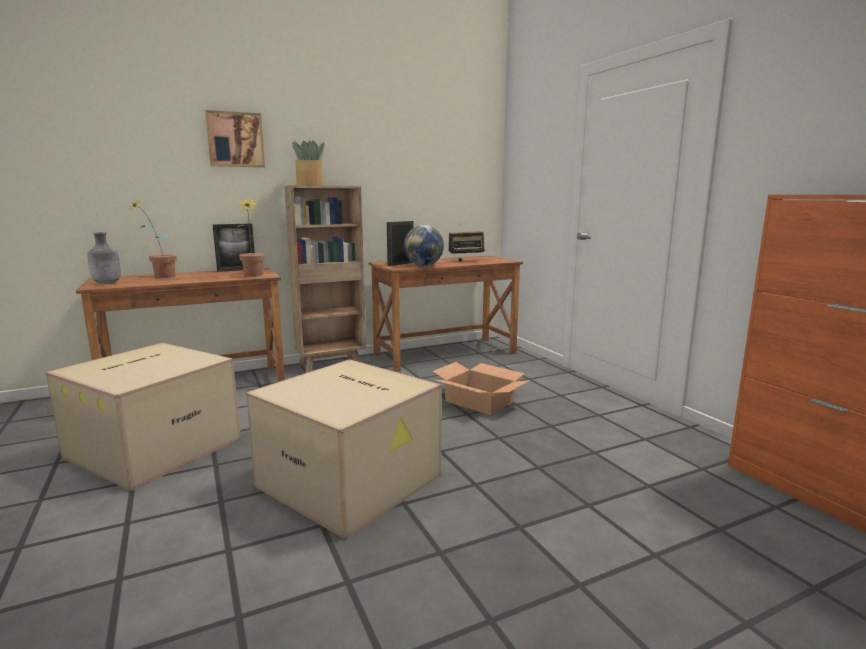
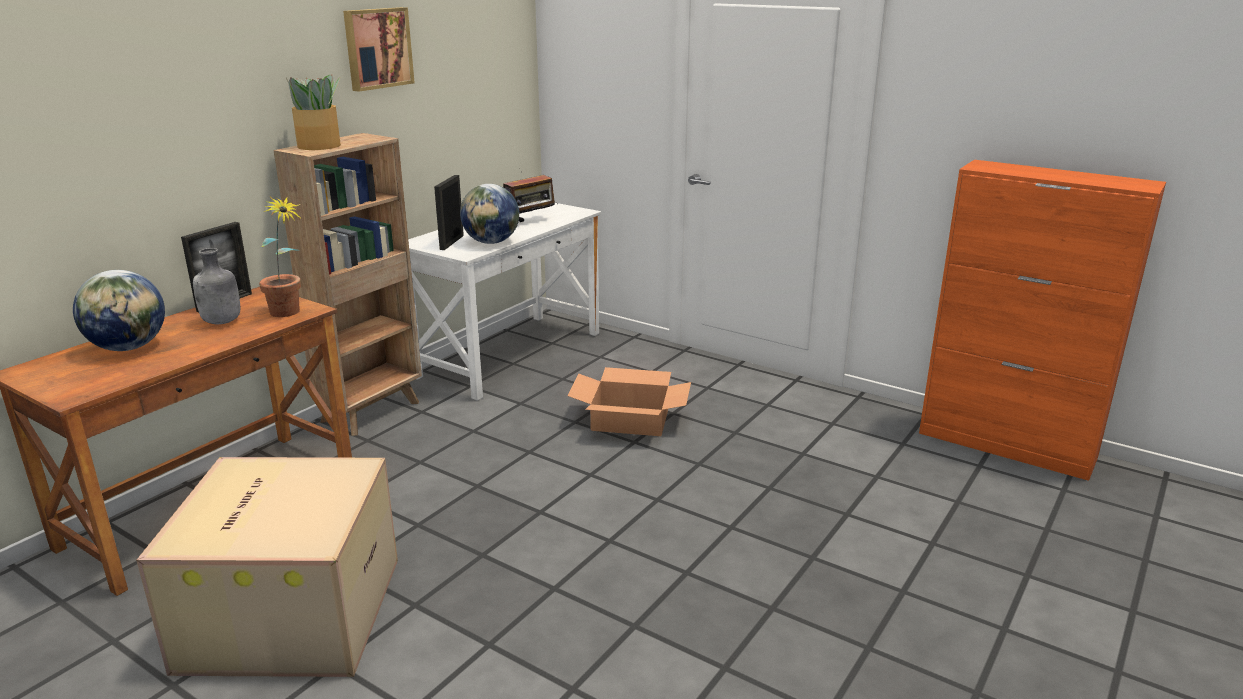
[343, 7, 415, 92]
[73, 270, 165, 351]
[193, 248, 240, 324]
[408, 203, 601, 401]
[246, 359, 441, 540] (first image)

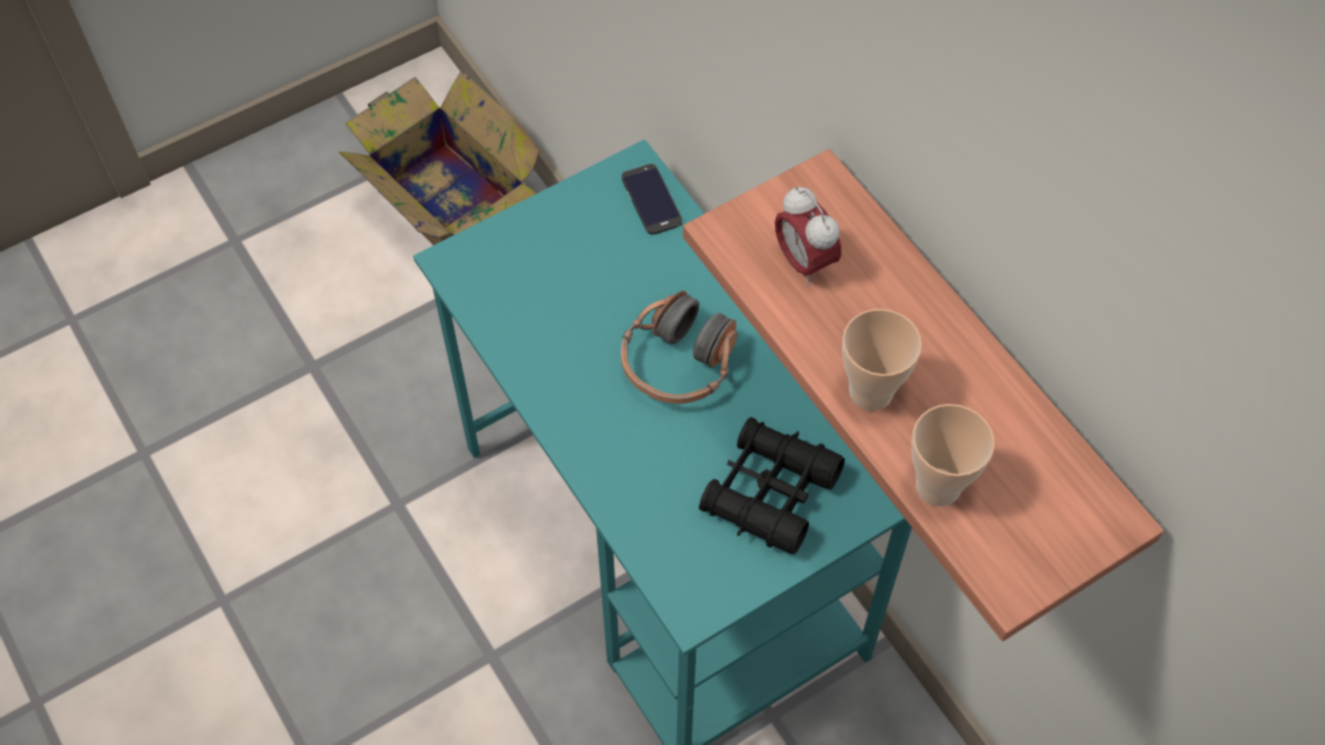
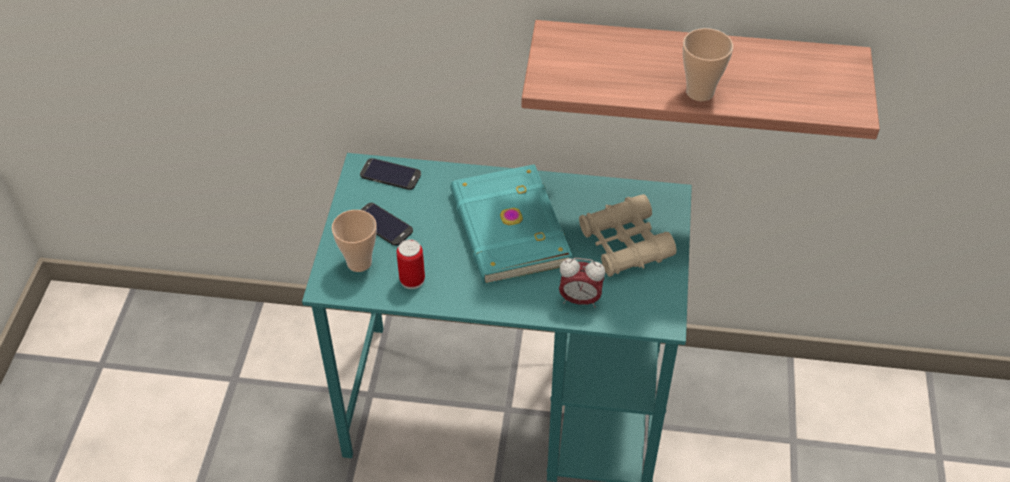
[339, 70, 540, 245] (first image)
[559, 258, 605, 308]
[450, 164, 572, 285]
[332, 210, 377, 272]
[579, 194, 677, 277]
[360, 203, 413, 246]
[396, 239, 425, 289]

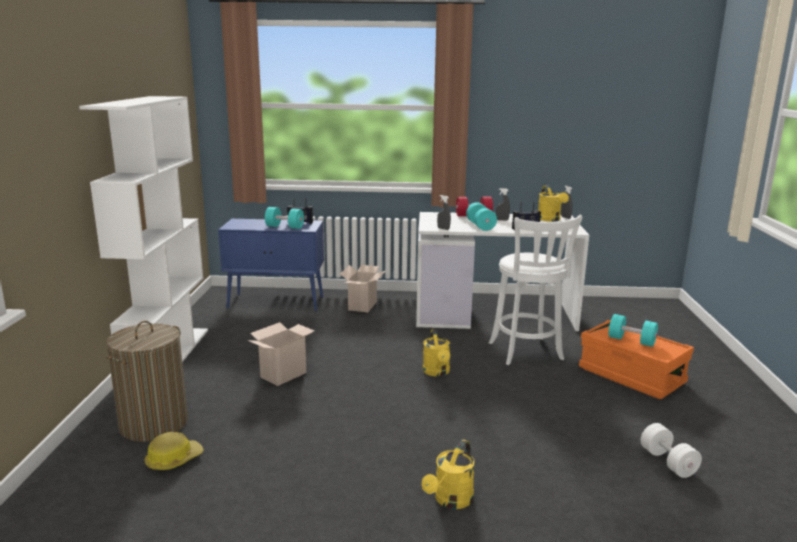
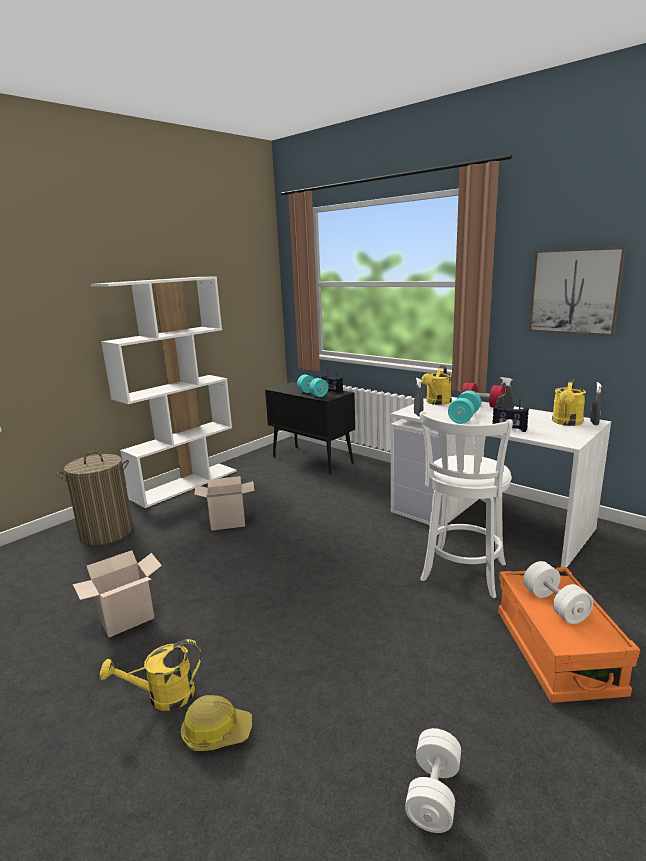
[265, 382, 355, 475]
[73, 550, 162, 637]
[523, 561, 594, 624]
[421, 365, 451, 405]
[181, 695, 252, 751]
[529, 247, 626, 336]

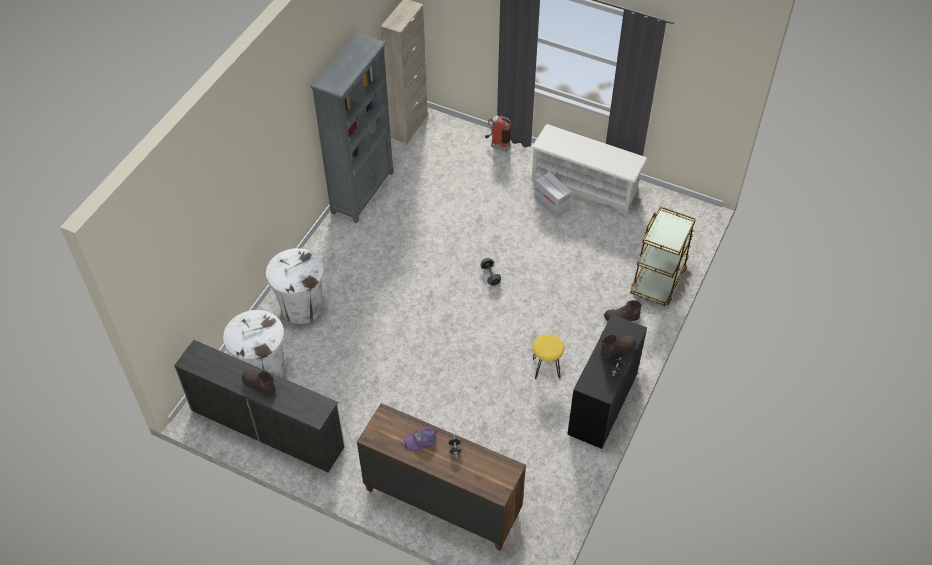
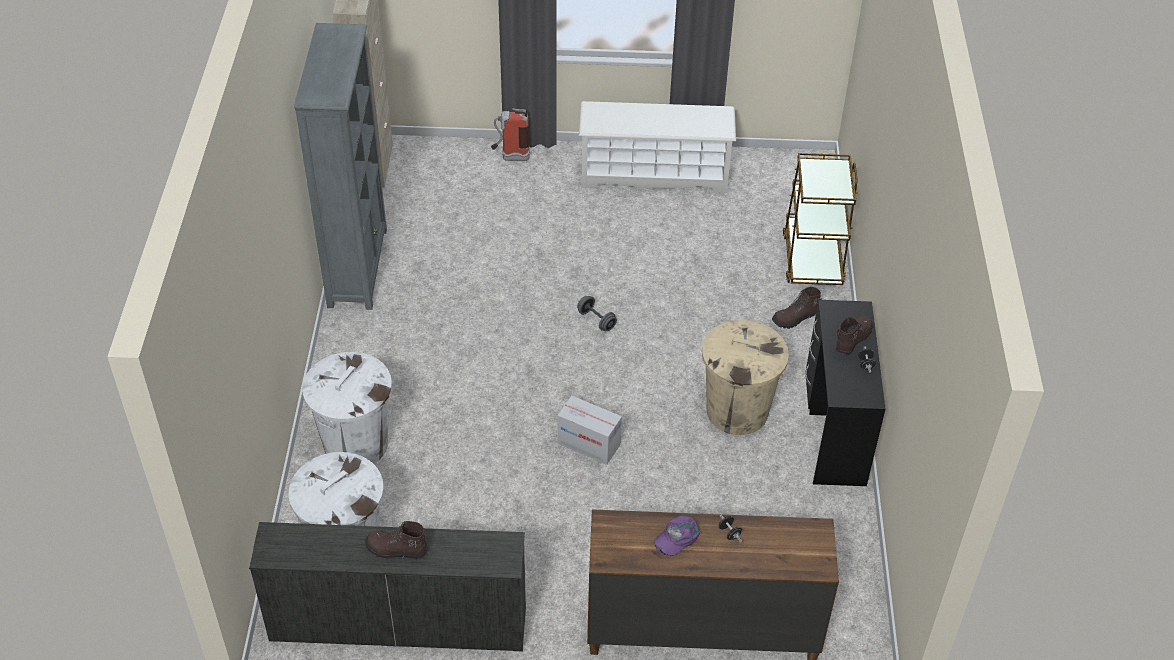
[557, 396, 622, 465]
[702, 320, 789, 435]

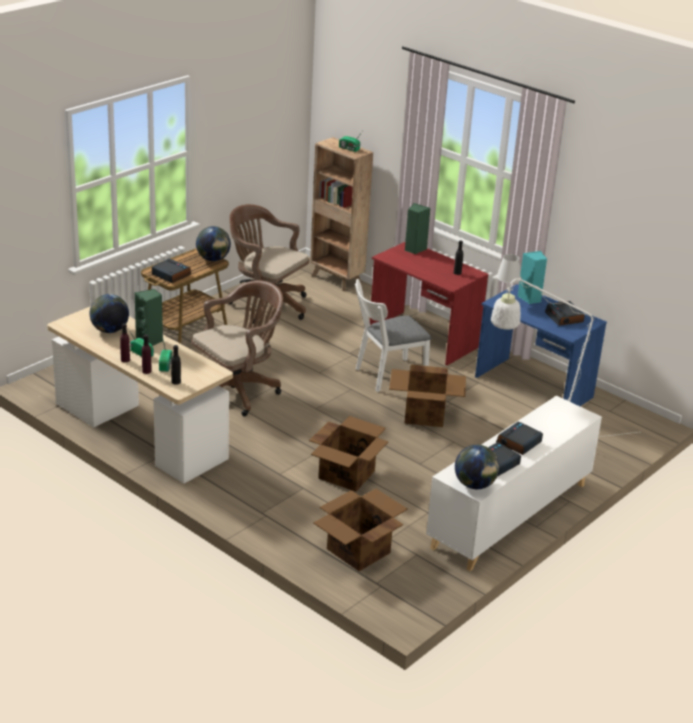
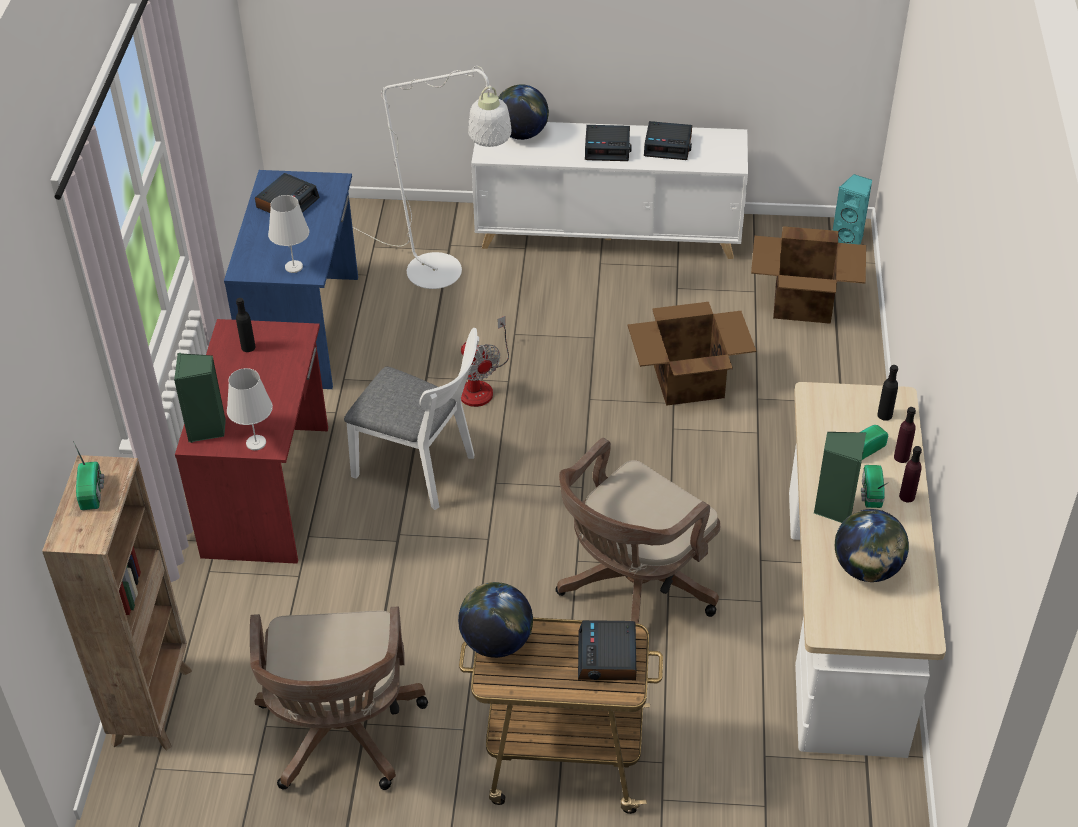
[832, 174, 872, 245]
[556, 438, 721, 624]
[461, 316, 509, 407]
[498, 84, 549, 140]
[227, 368, 273, 450]

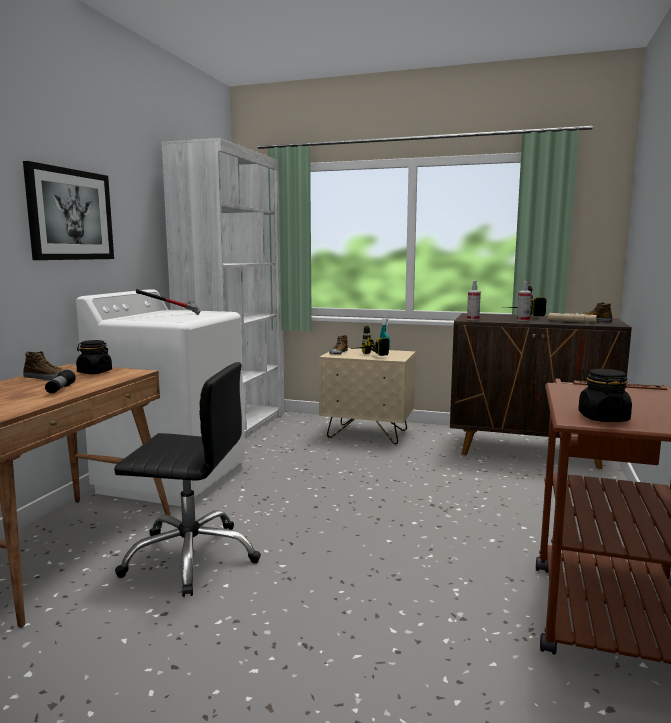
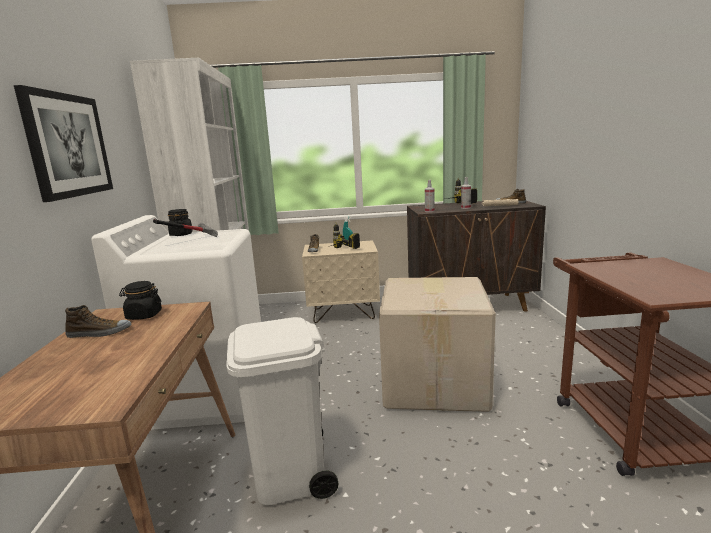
[226, 317, 339, 505]
[168, 209, 192, 236]
[45, 370, 76, 394] (first image)
[379, 277, 496, 412]

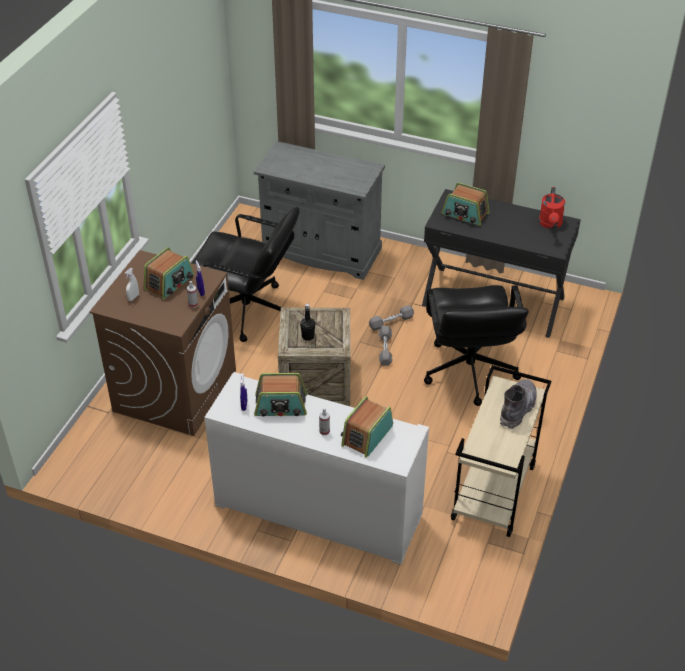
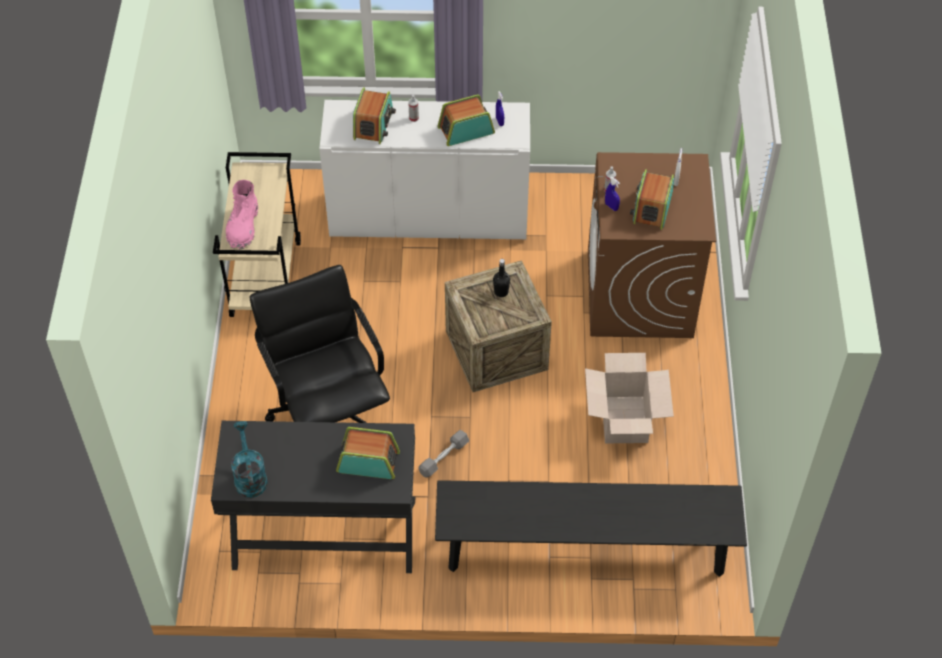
[435, 480, 747, 577]
[231, 421, 268, 498]
[585, 353, 674, 443]
[379, 326, 392, 366] (first image)
[226, 180, 258, 250]

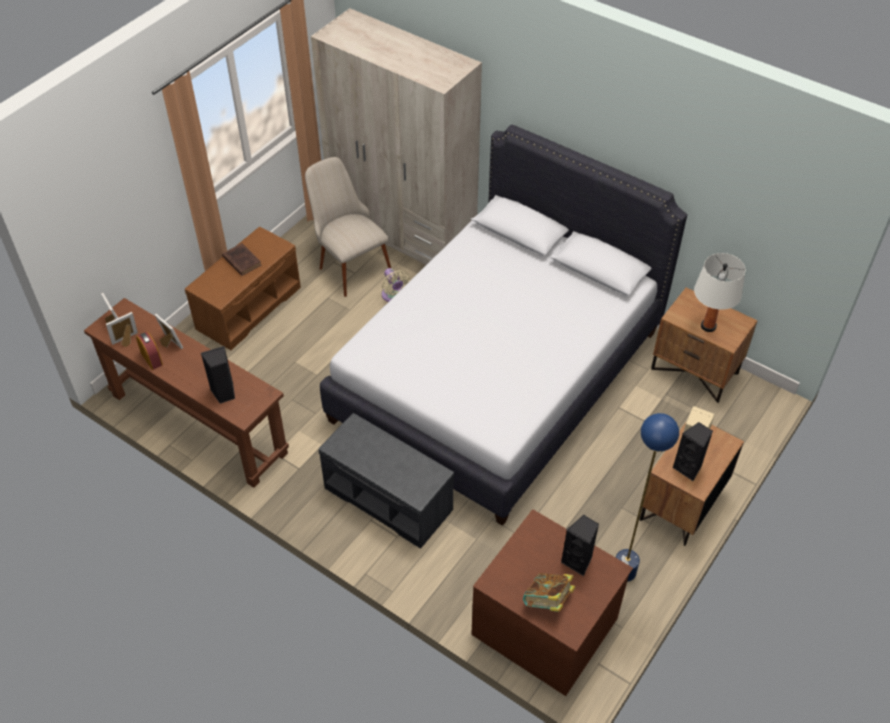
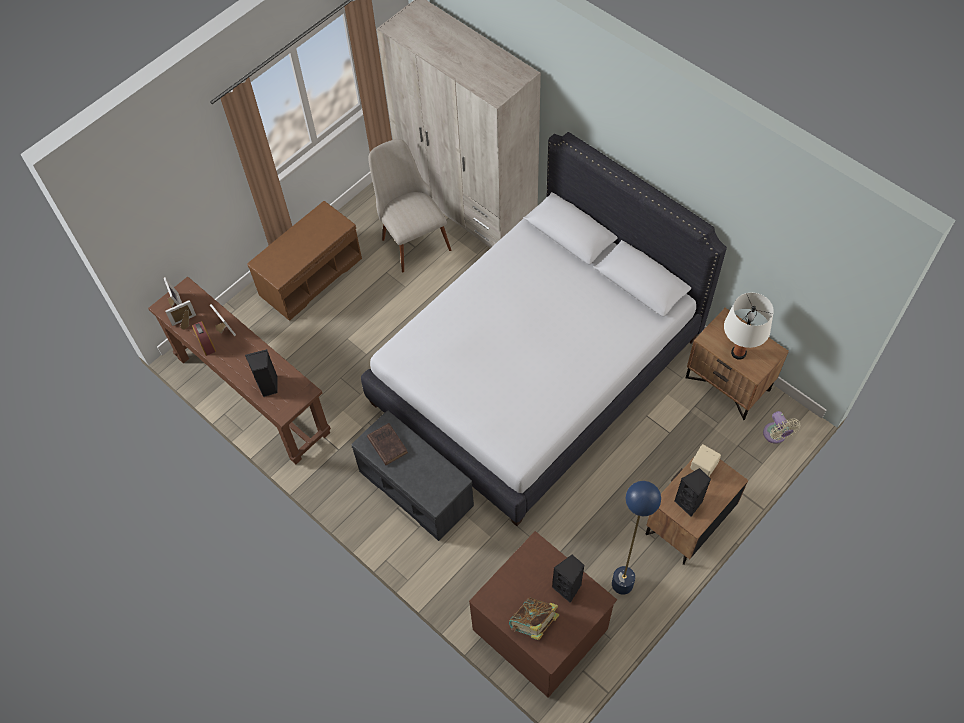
[367, 423, 408, 465]
[763, 411, 801, 444]

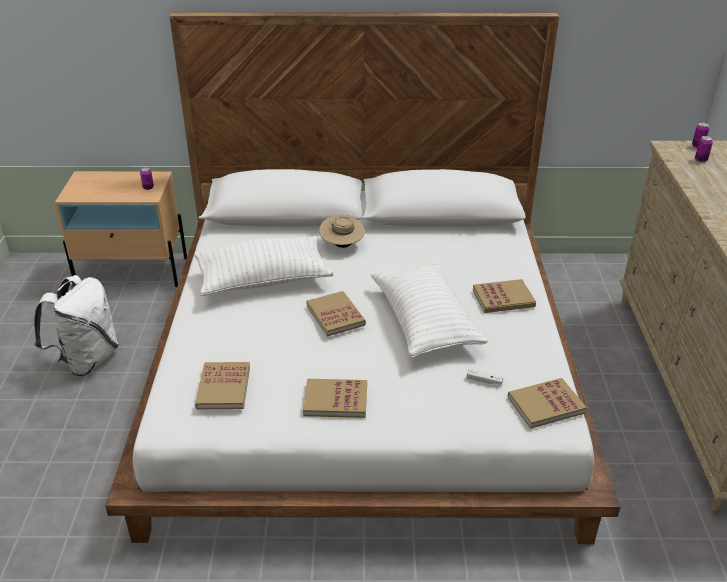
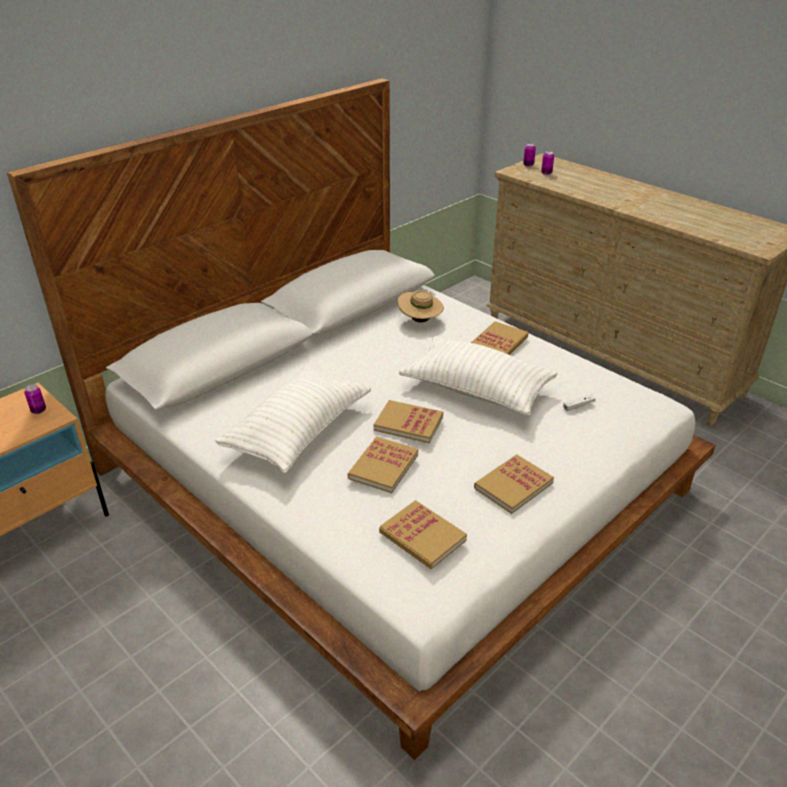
[398, 290, 444, 323]
[34, 275, 118, 376] (first image)
[347, 437, 418, 493]

